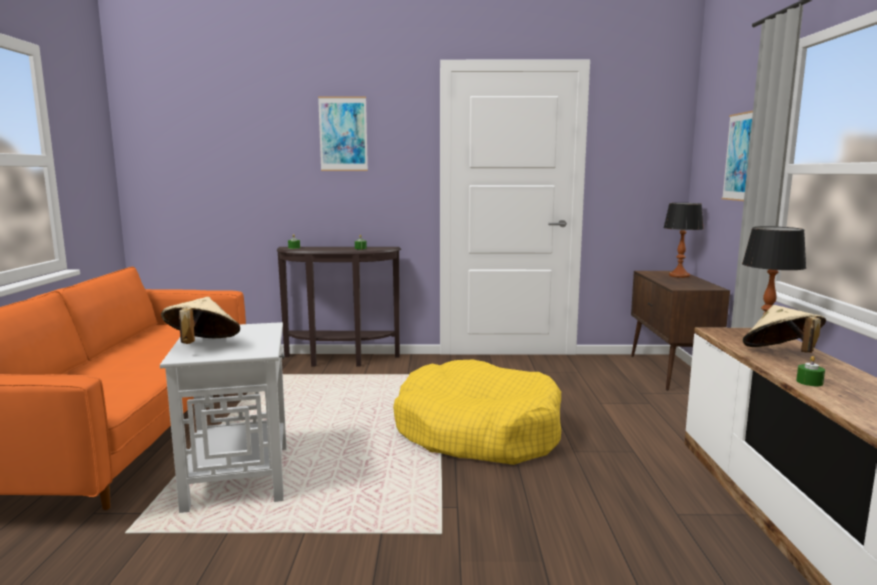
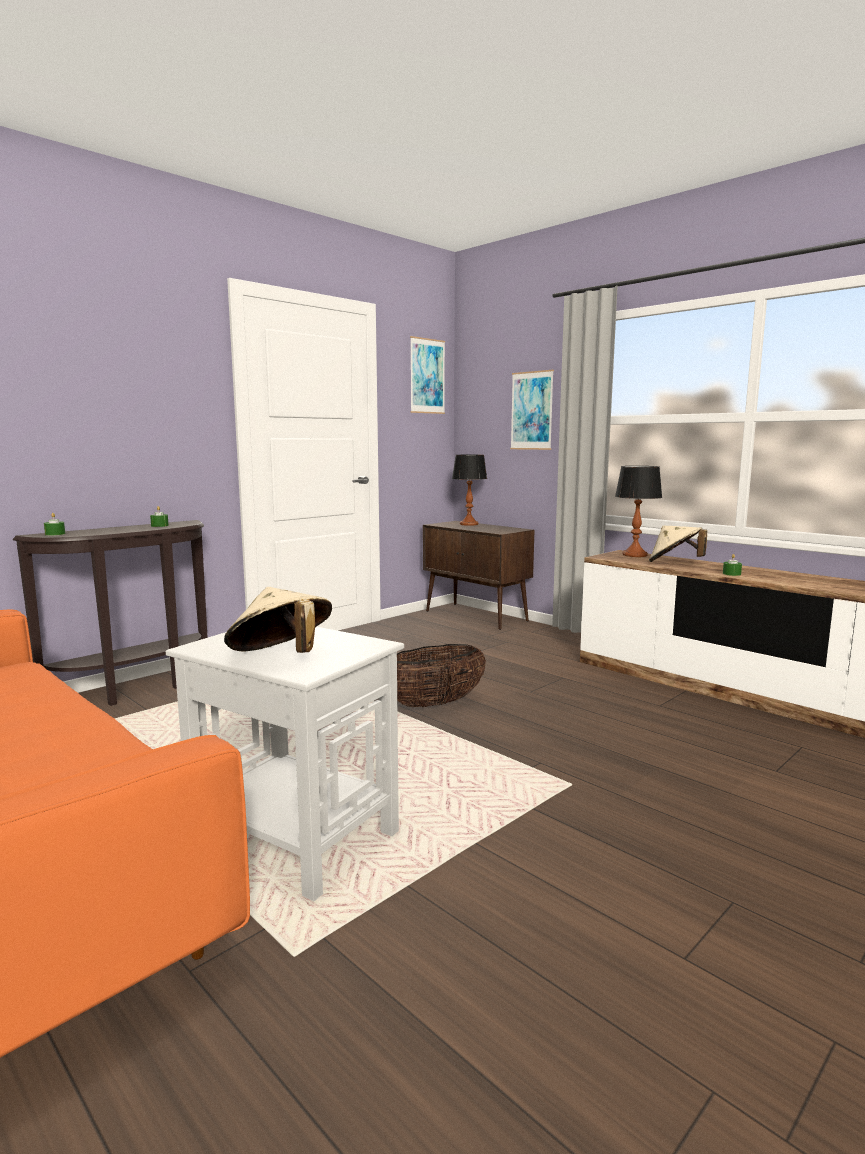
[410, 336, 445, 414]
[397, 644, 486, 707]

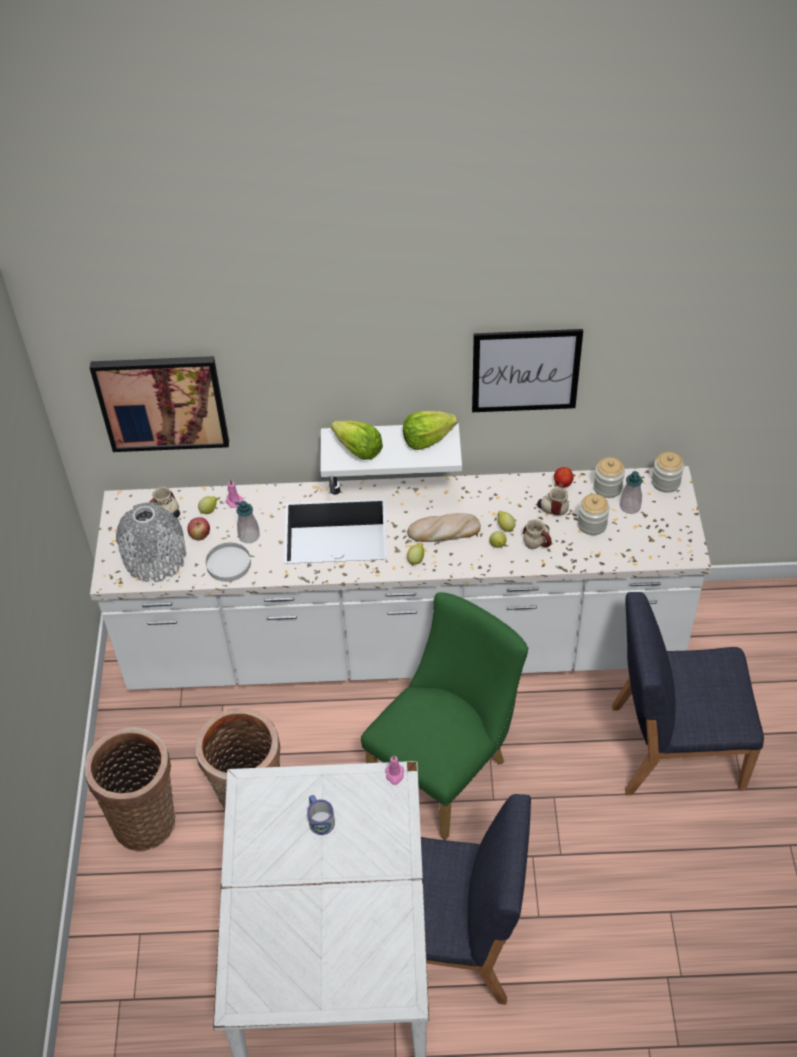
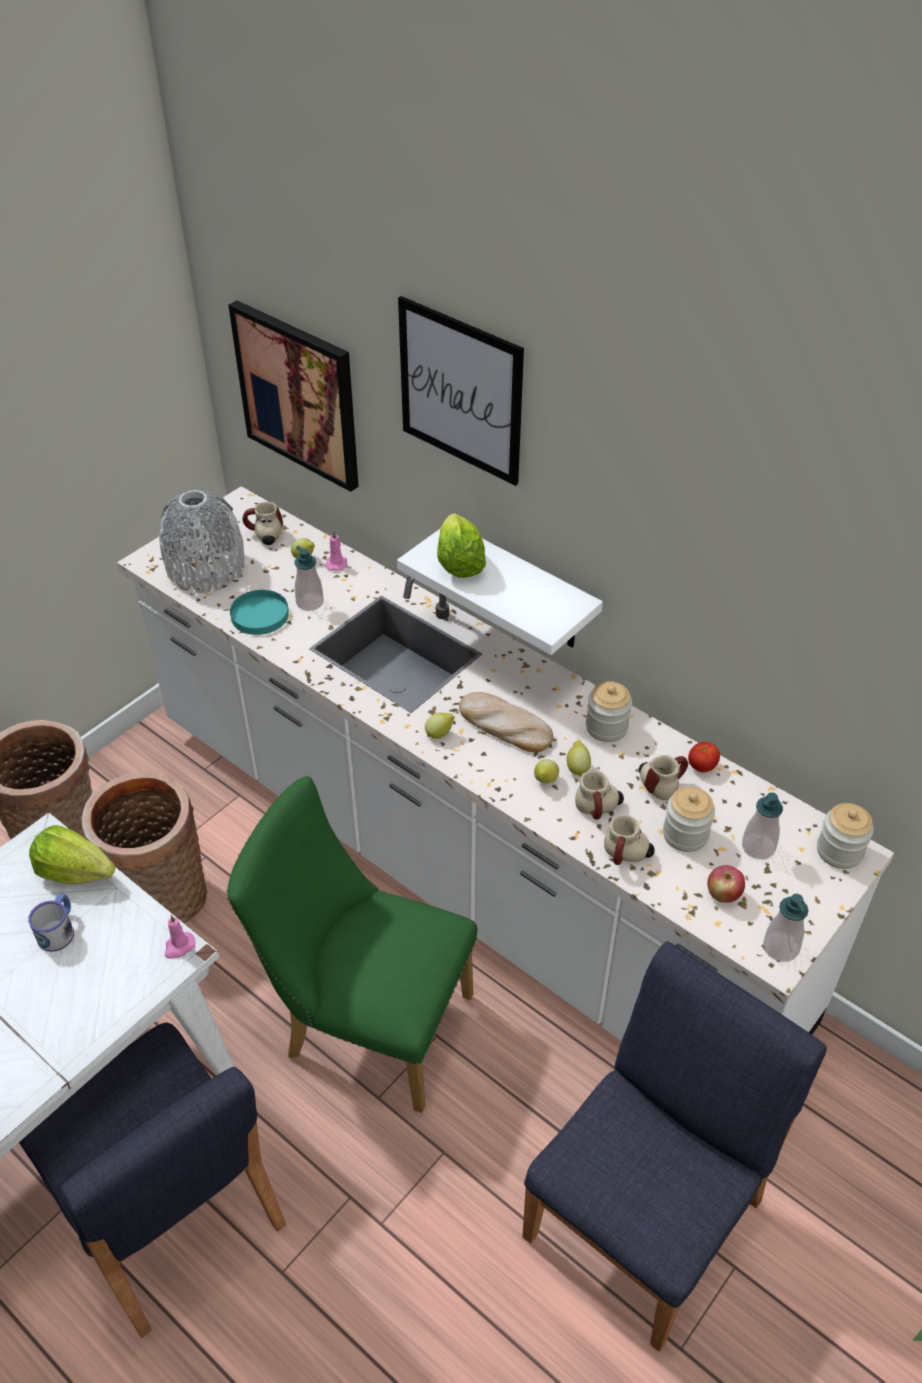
[398, 296, 524, 486]
[29, 825, 115, 884]
[586, 681, 632, 742]
[707, 865, 745, 903]
[230, 590, 289, 635]
[227, 776, 477, 1113]
[522, 941, 827, 1352]
[604, 815, 655, 865]
[763, 894, 809, 962]

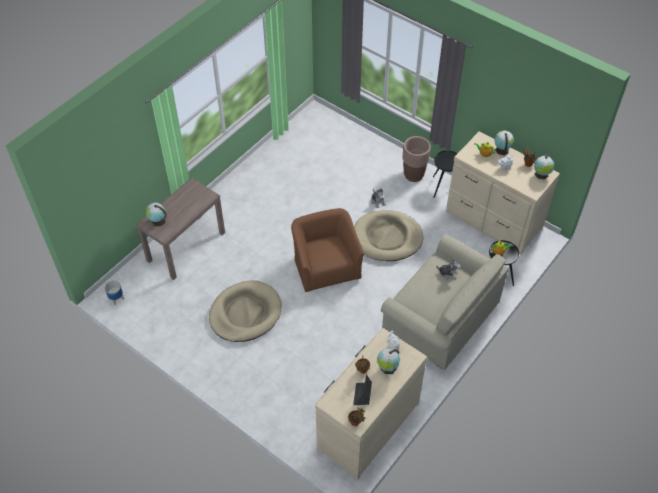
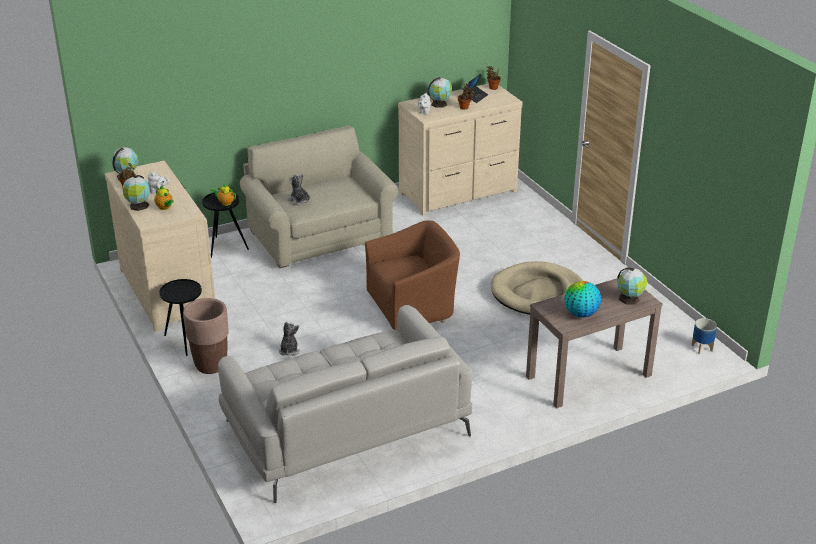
[365, 220, 460, 331]
[354, 210, 423, 261] (first image)
[564, 281, 601, 317]
[218, 305, 472, 503]

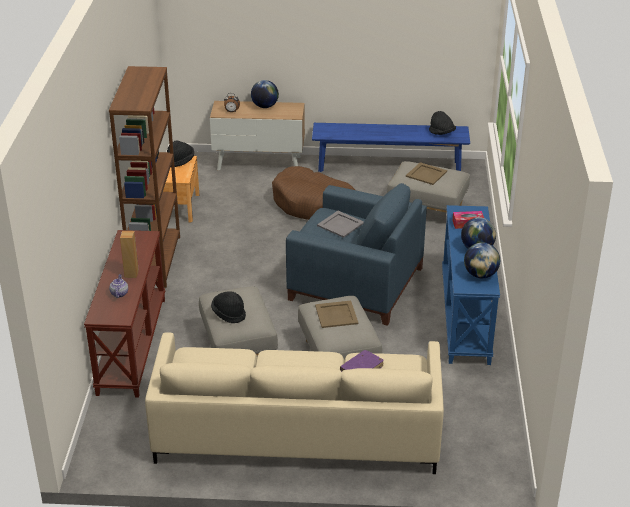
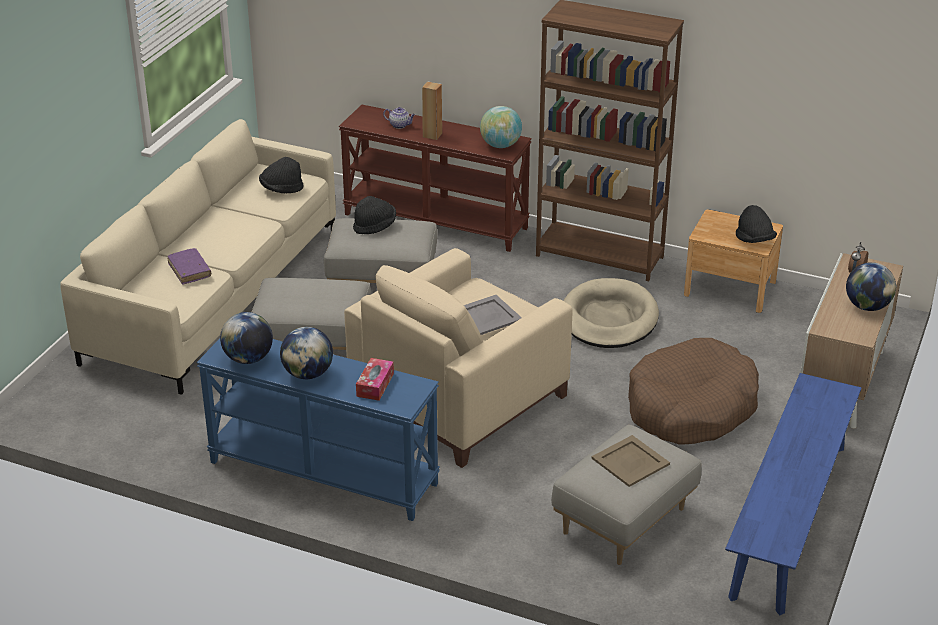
[259, 157, 304, 193]
[344, 248, 573, 468]
[315, 301, 358, 328] (first image)
[480, 106, 522, 148]
[564, 278, 659, 348]

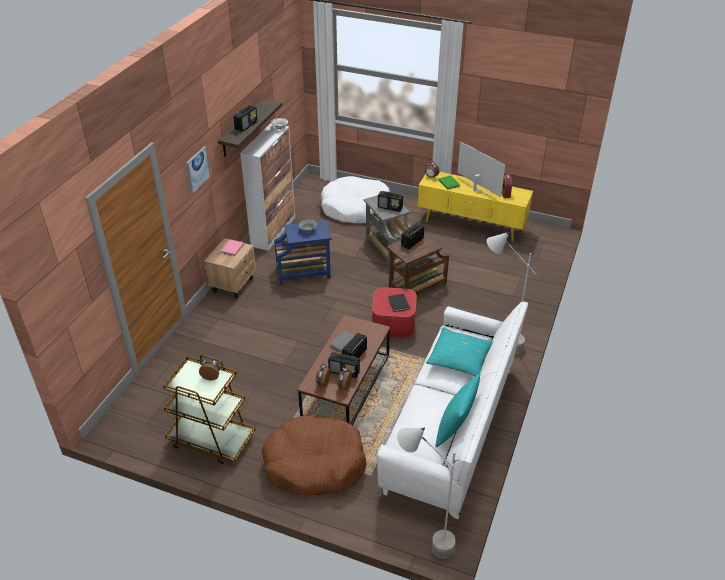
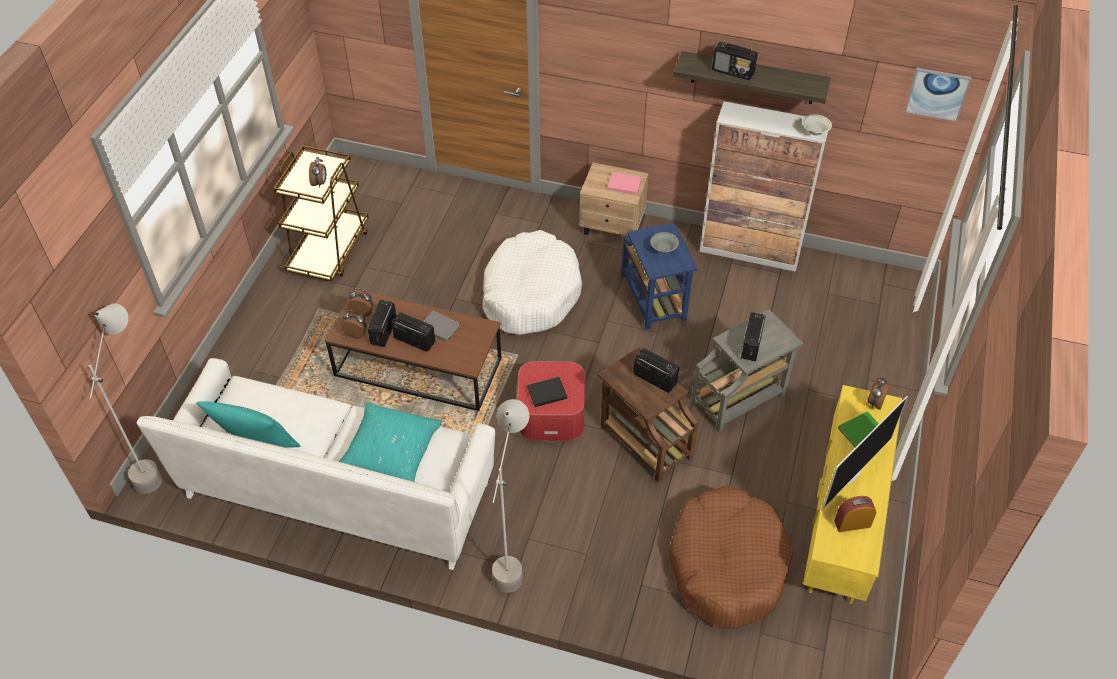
[904, 68, 972, 122]
[483, 230, 582, 335]
[668, 485, 794, 629]

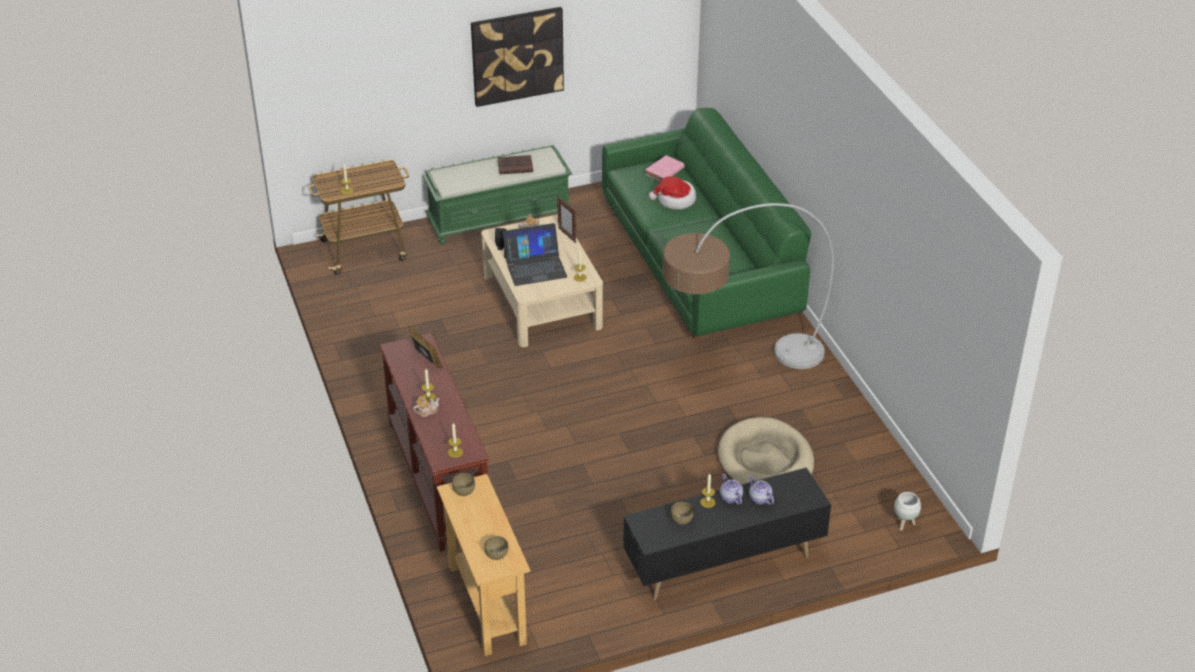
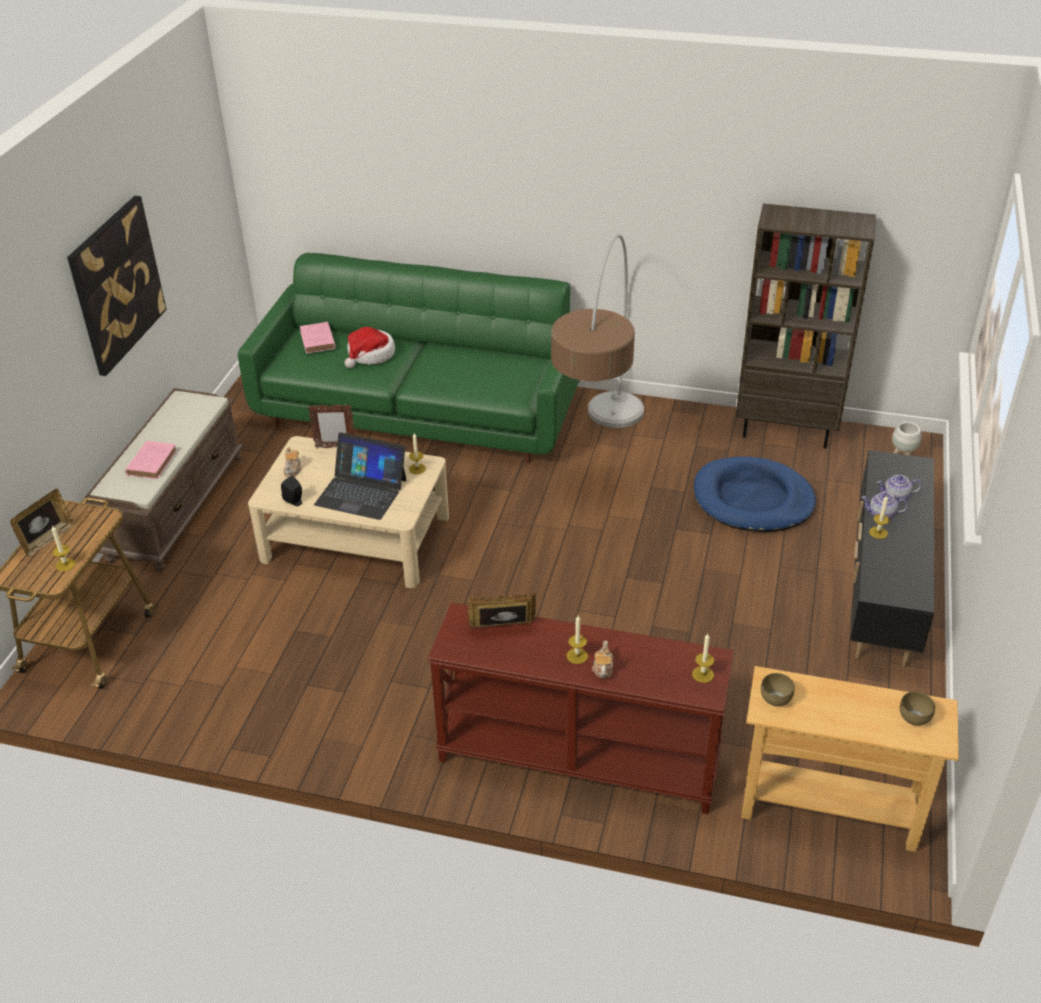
[85, 388, 243, 571]
[498, 155, 533, 174] (first image)
[314, 432, 407, 520]
[694, 457, 816, 532]
[671, 502, 693, 525] (first image)
[736, 204, 876, 449]
[125, 441, 177, 479]
[10, 489, 76, 557]

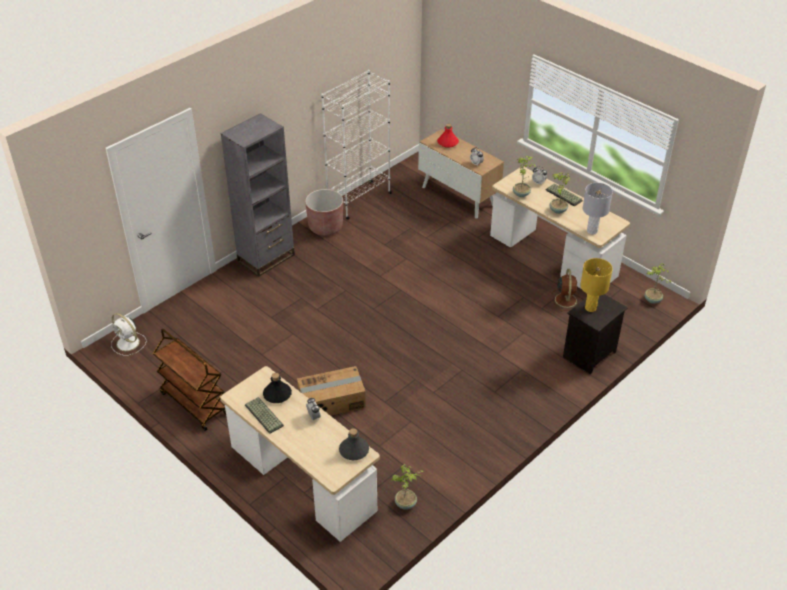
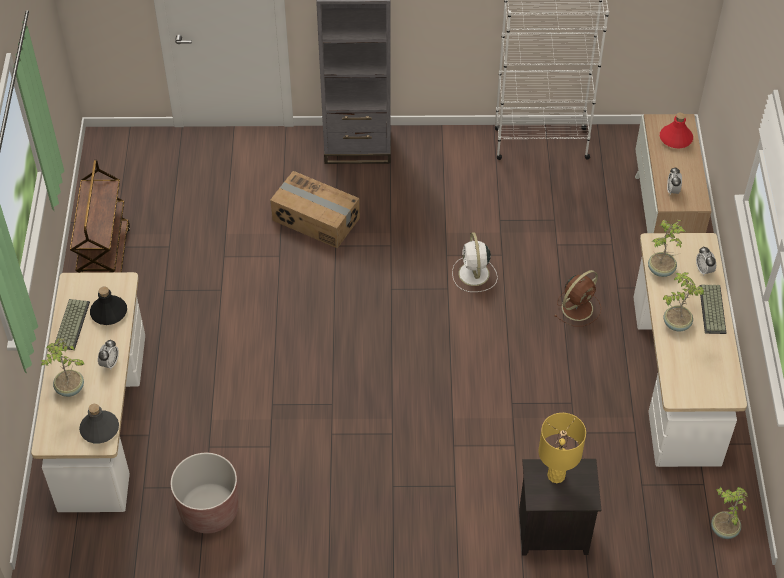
[583, 183, 613, 235] (first image)
[171, 453, 239, 534]
[554, 270, 601, 326]
[452, 232, 498, 292]
[270, 171, 360, 248]
[40, 338, 85, 397]

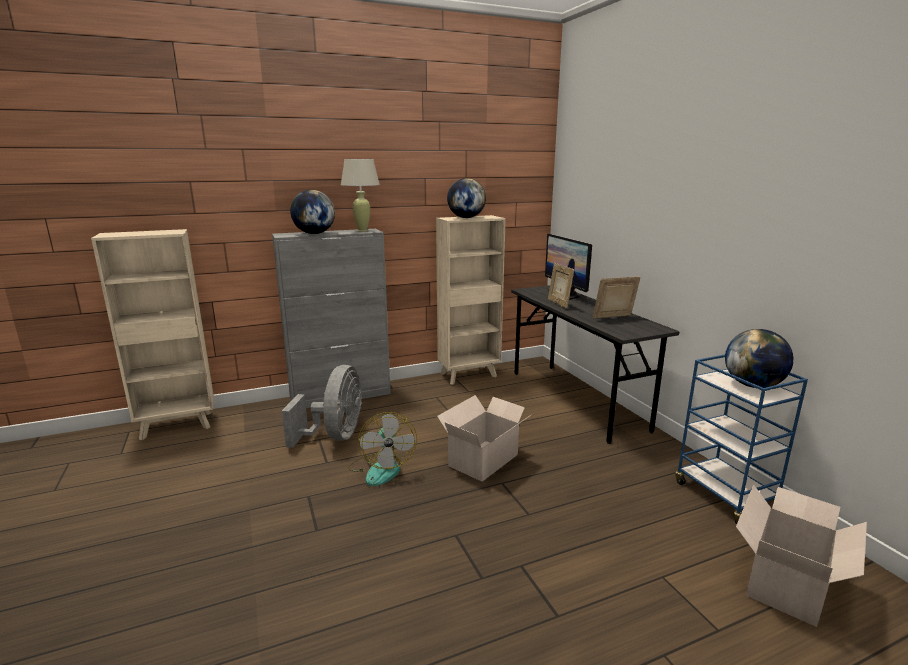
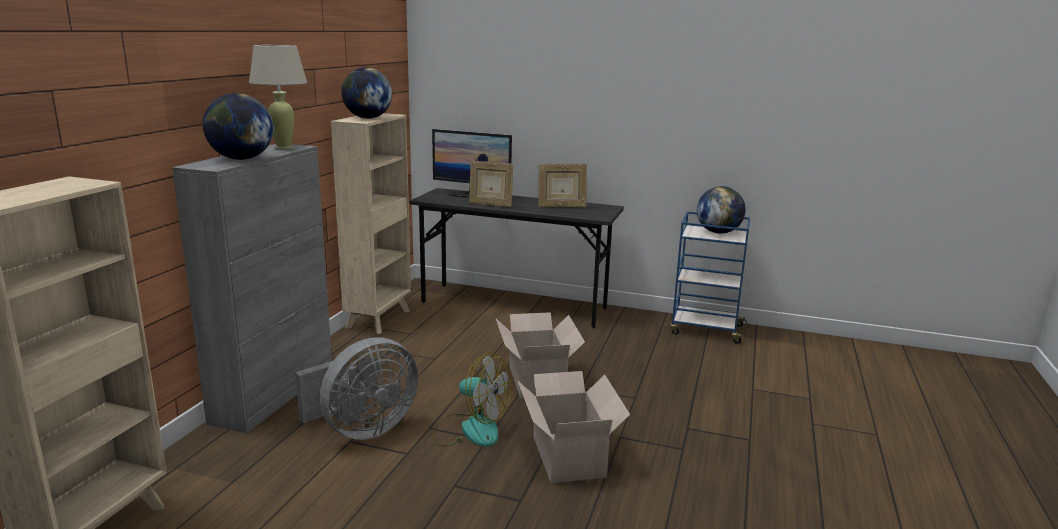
[538, 164, 587, 207]
[295, 337, 418, 440]
[517, 371, 630, 483]

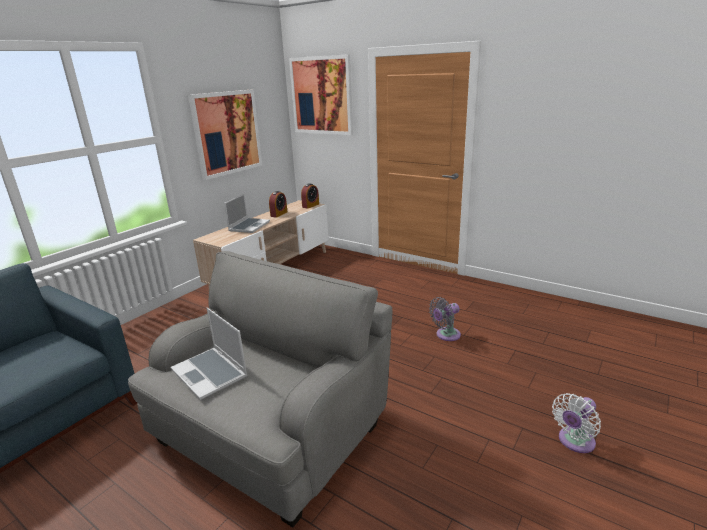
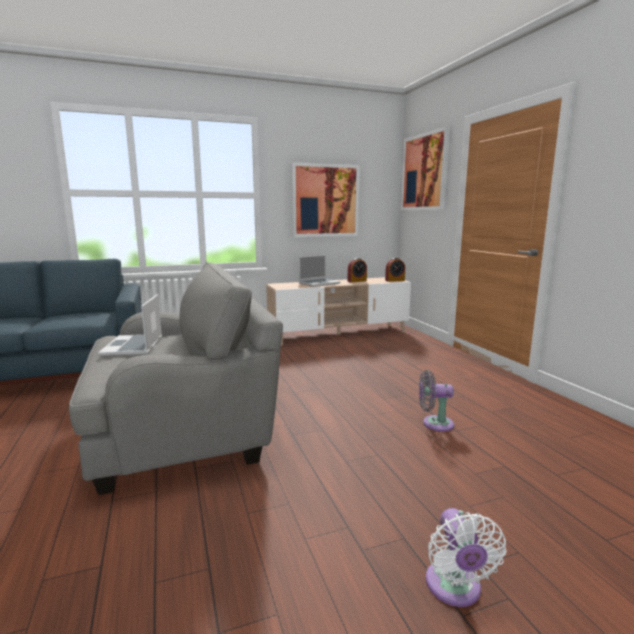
[426, 508, 506, 607]

